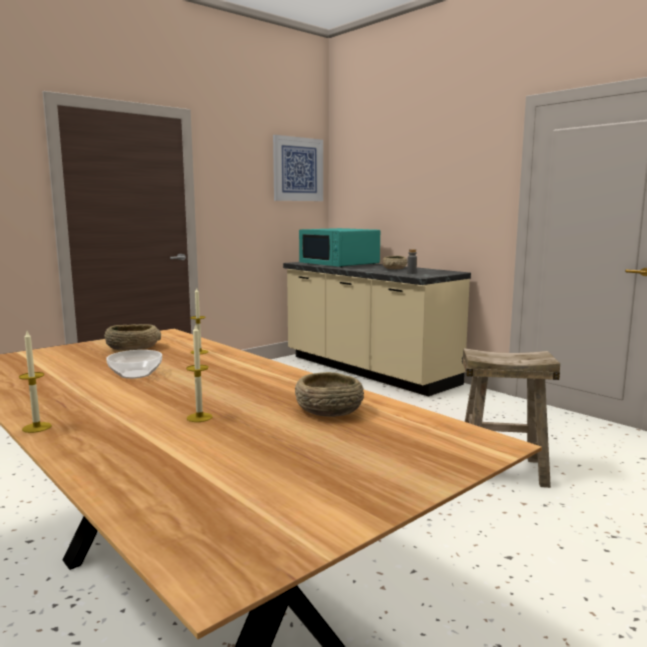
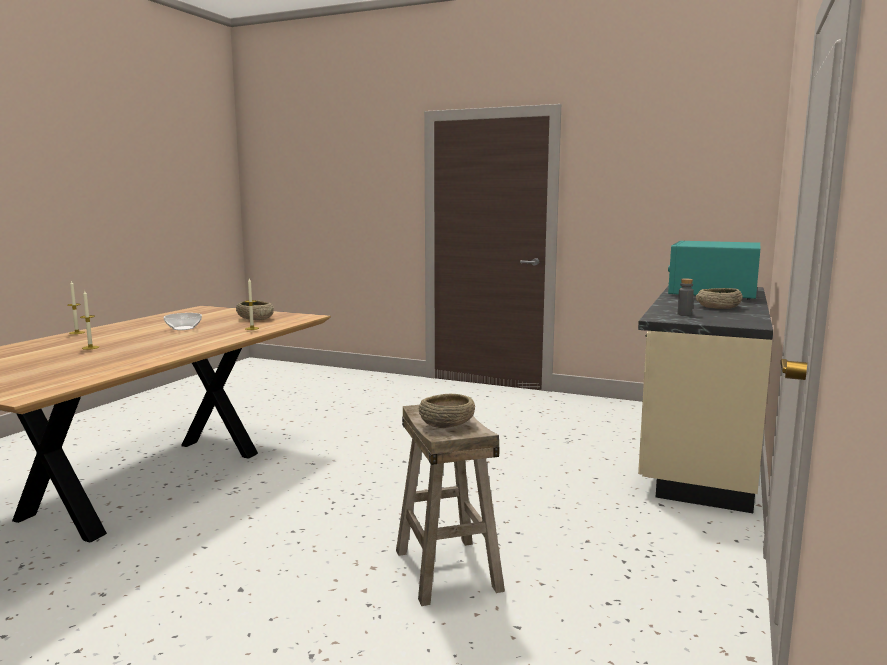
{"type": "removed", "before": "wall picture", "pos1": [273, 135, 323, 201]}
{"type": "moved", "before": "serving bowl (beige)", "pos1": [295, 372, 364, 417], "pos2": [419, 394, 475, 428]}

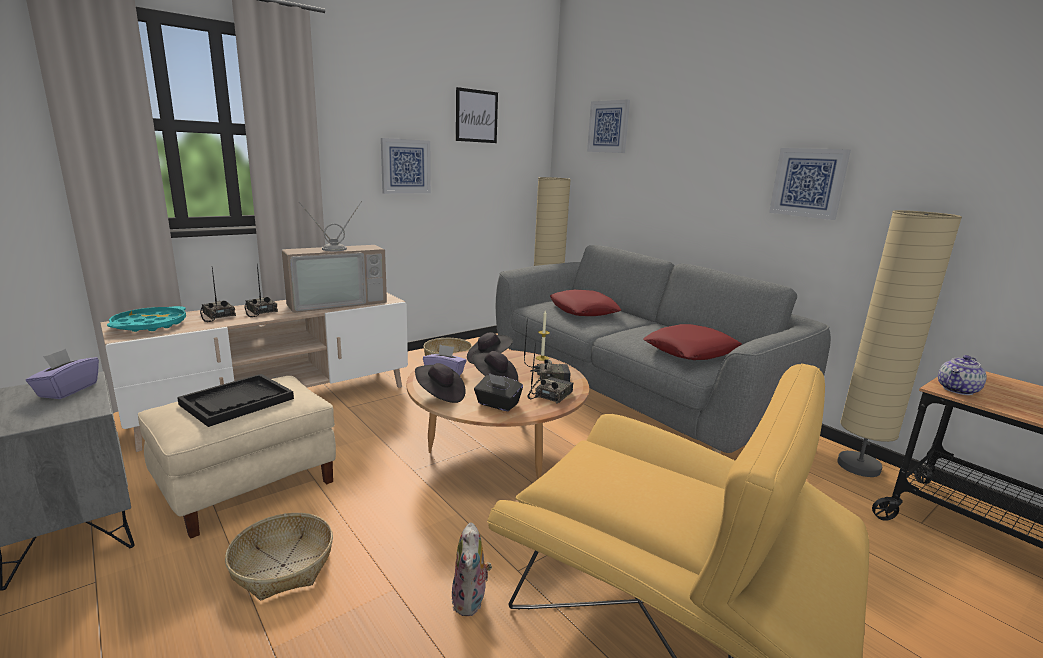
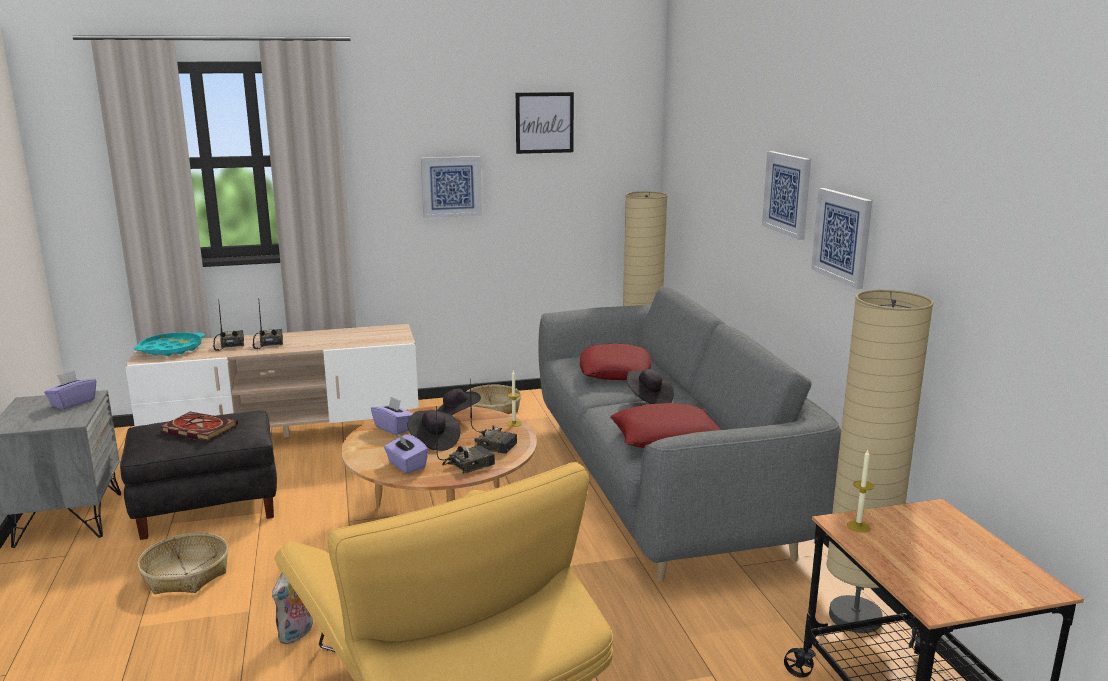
{"type": "moved", "before": "wall picture", "pos1": [587, 99, 630, 153], "pos2": [762, 151, 811, 240]}
{"type": "removed", "before": "TV", "pos1": [282, 201, 387, 313]}
{"type": "replaced", "before": "tea pot", "after": "candle", "pos1": [938, 355, 987, 395], "pos2": [847, 450, 874, 533]}
{"type": "moved", "before": "hat (black-coloured)", "pos1": [415, 363, 466, 403], "pos2": [627, 369, 674, 404]}
{"type": "recoloured", "before": "tissue holder (black-coloured)", "after": "tissue holder (purple)", "pos1": [474, 373, 523, 411], "pos2": [384, 433, 428, 474]}
{"type": "replaced", "before": "serving tray (black-coloured)", "after": "volume", "pos1": [177, 374, 294, 427], "pos2": [159, 412, 238, 441]}
{"type": "recoloured", "before": "footrest (beige)", "after": "footrest (black-coloured)", "pos1": [138, 376, 336, 539], "pos2": [120, 411, 277, 540]}

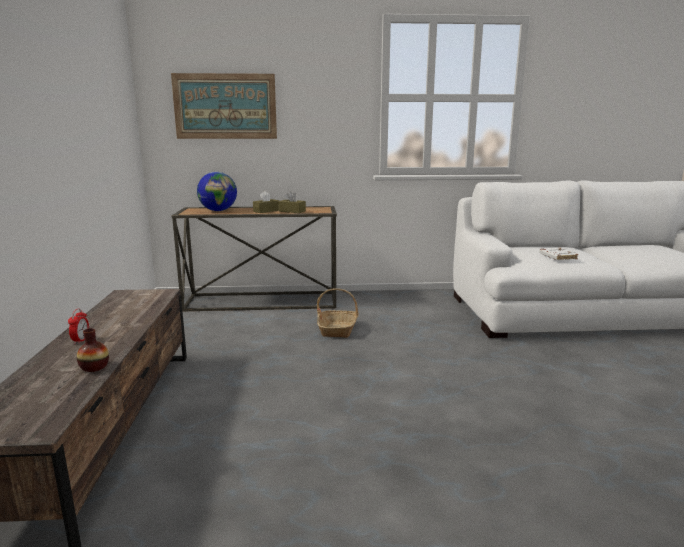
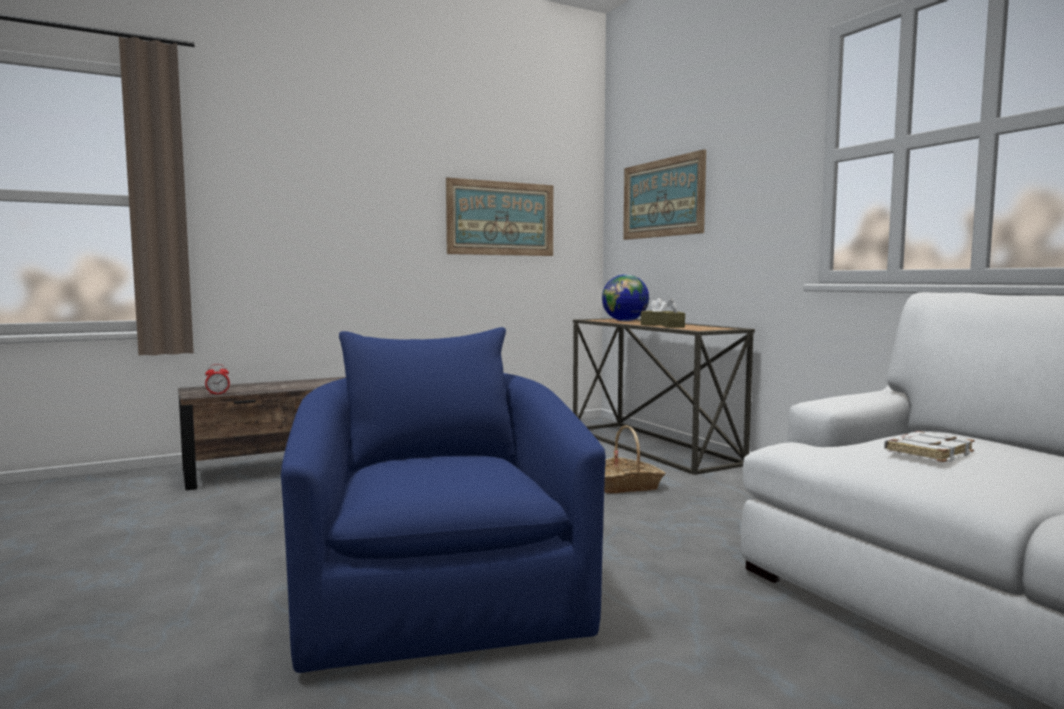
{"type": "moved", "before": "alarm clock", "pos1": [68, 308, 89, 344], "pos2": [205, 364, 230, 395]}
{"type": "removed", "before": "decorative vase", "pos1": [77, 328, 109, 372]}
{"type": "added", "after": "wall picture", "pos2": [446, 178, 553, 256]}
{"type": "added", "after": "lounge chair (bluish)", "pos2": [281, 327, 606, 673]}

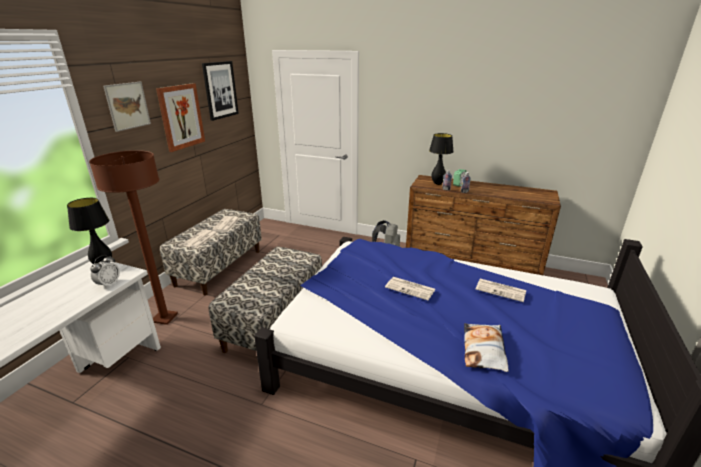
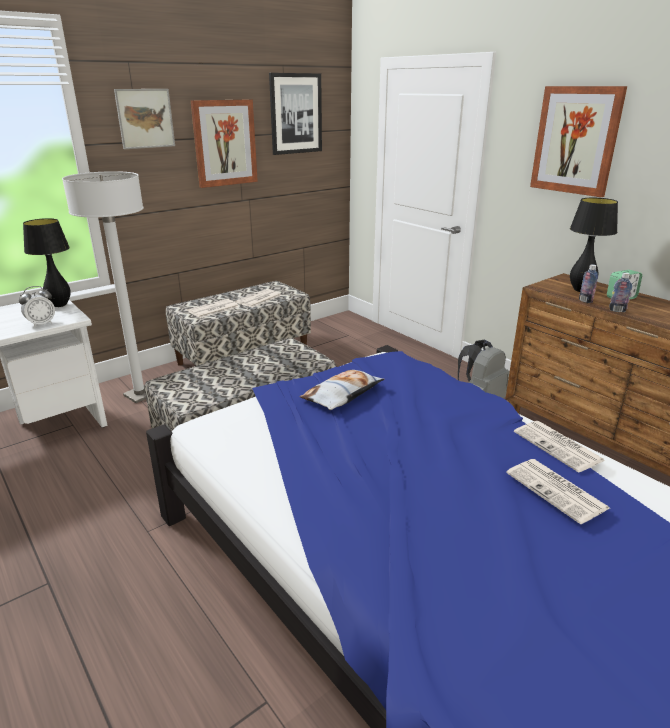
{"type": "recoloured", "before": "floor lamp (brown)", "after": "floor lamp (white-coloured)", "pos1": [89, 150, 178, 325], "pos2": [62, 171, 146, 403]}
{"type": "moved", "before": "newspaper", "pos1": [385, 277, 435, 300], "pos2": [514, 421, 605, 473]}
{"type": "moved", "before": "throw pillow", "pos1": [464, 323, 509, 372], "pos2": [299, 370, 384, 410]}
{"type": "added", "after": "wall picture", "pos2": [530, 86, 627, 197]}

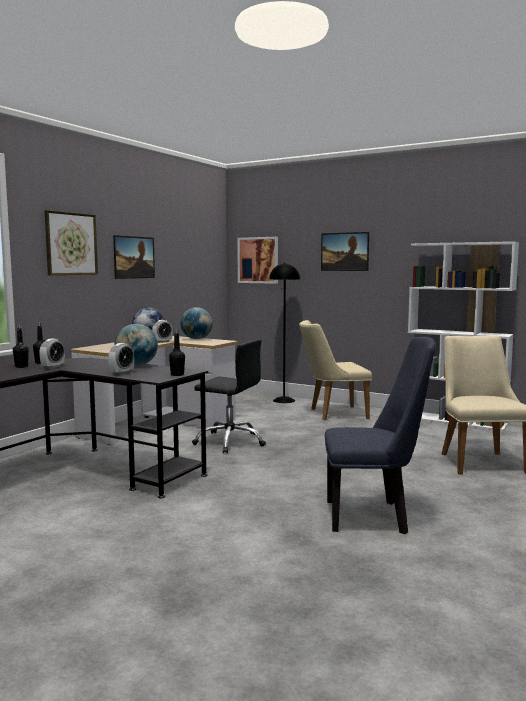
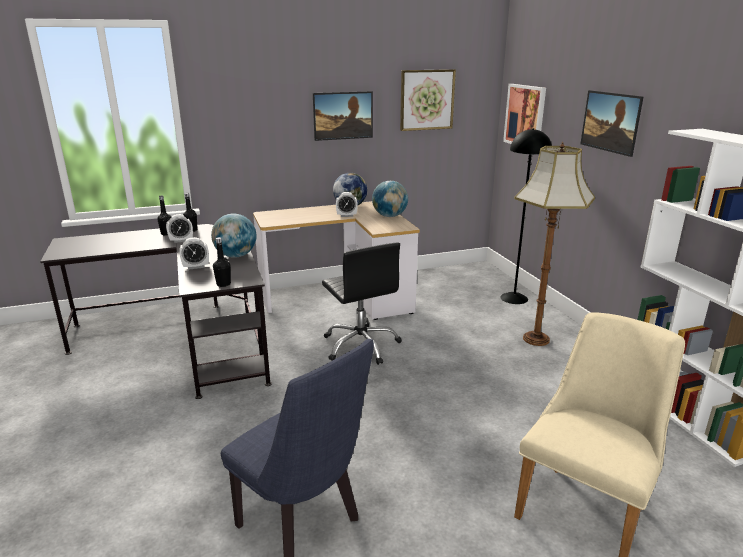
{"type": "moved", "before": "wall picture", "pos1": [45, 210, 98, 275], "pos2": [400, 69, 456, 131]}
{"type": "replaced", "before": "upright chair (beige)", "after": "floor lamp", "pos1": [299, 320, 372, 420], "pos2": [514, 142, 595, 346]}

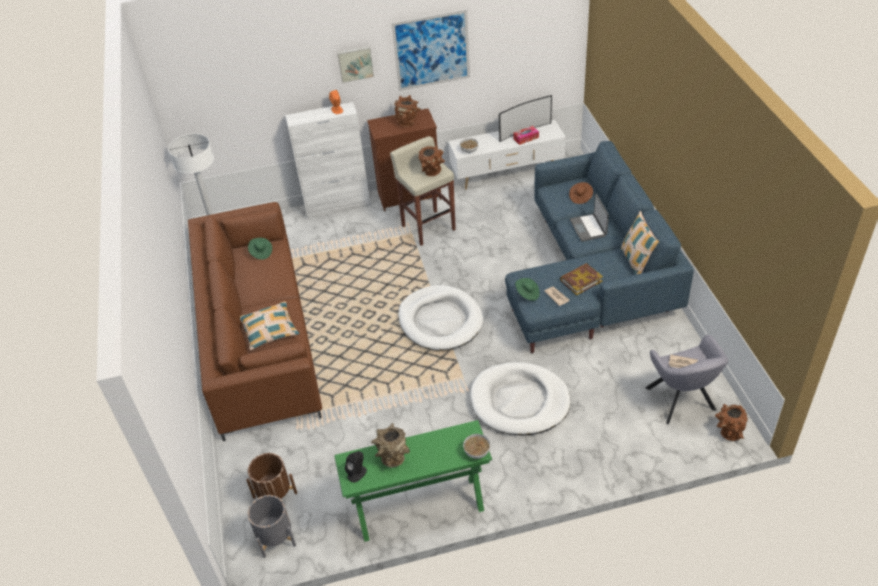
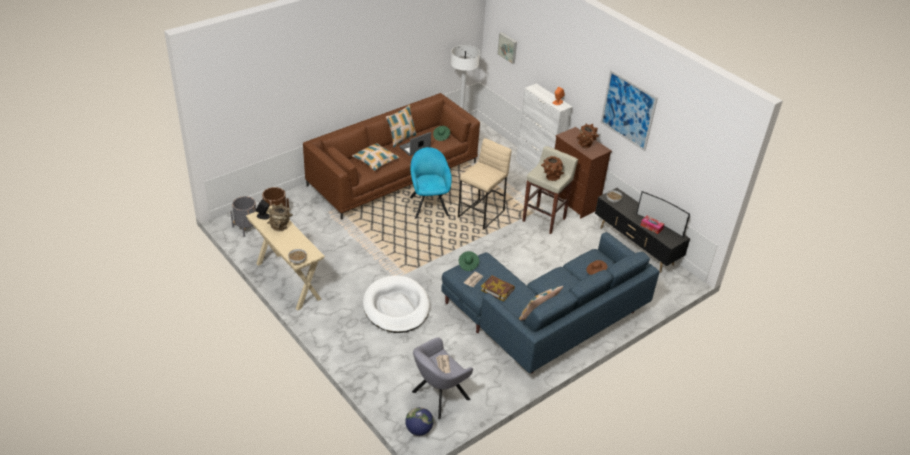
{"type": "moved", "before": "wall picture", "pos1": [337, 46, 374, 83], "pos2": [497, 32, 517, 64]}
{"type": "recoloured", "before": "tv unit (white-coloured)", "after": "tv unit (black-coloured)", "pos1": [448, 120, 566, 190], "pos2": [595, 188, 690, 273]}
{"type": "moved", "before": "notebook computer", "pos1": [570, 194, 609, 242], "pos2": [399, 132, 431, 156]}
{"type": "removed", "before": "pet bed (white-coloured)", "pos1": [398, 285, 484, 350]}
{"type": "replaced", "before": "decorative vase (brown)", "after": "desk globe", "pos1": [715, 404, 748, 441], "pos2": [405, 407, 433, 436]}
{"type": "recoloured", "before": "console table (greenish)", "after": "console table (beige)", "pos1": [334, 420, 492, 542], "pos2": [246, 204, 325, 311]}
{"type": "added", "after": "throw pillow", "pos2": [386, 105, 417, 148]}
{"type": "added", "after": "stool (beige)", "pos2": [458, 138, 512, 230]}
{"type": "added", "after": "lounge chair (blue-green)", "pos2": [410, 147, 452, 219]}

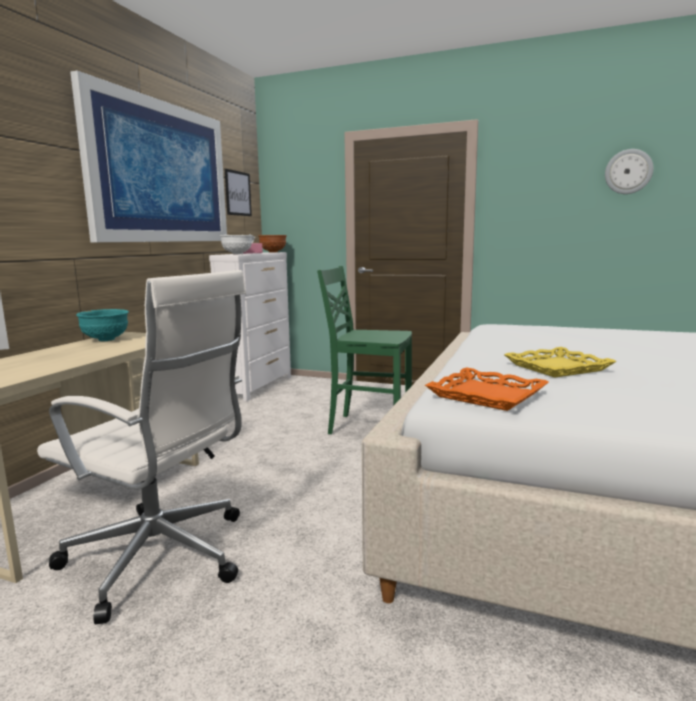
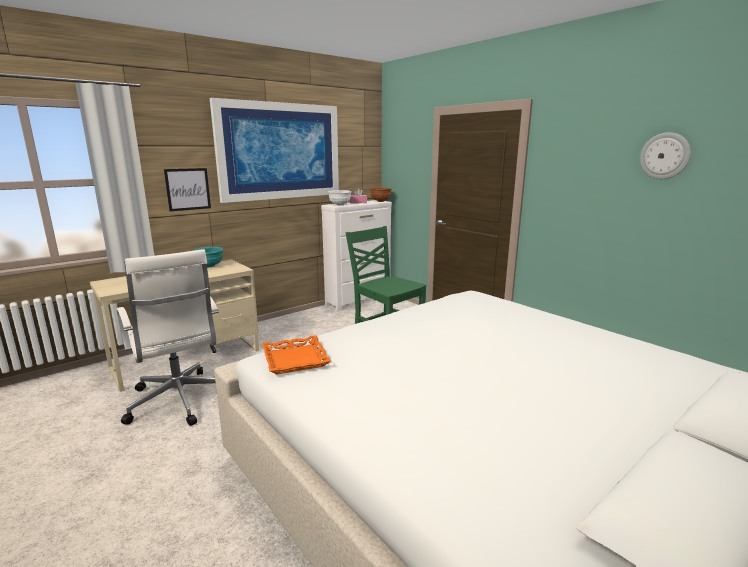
{"type": "moved", "before": "wall picture", "pos1": [225, 169, 252, 216], "pos2": [164, 168, 211, 212]}
{"type": "removed", "before": "serving tray (yellow)", "pos1": [504, 347, 617, 377]}

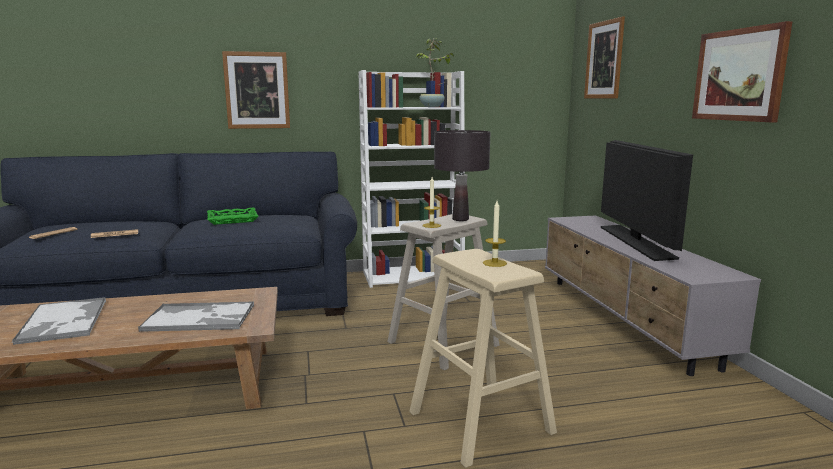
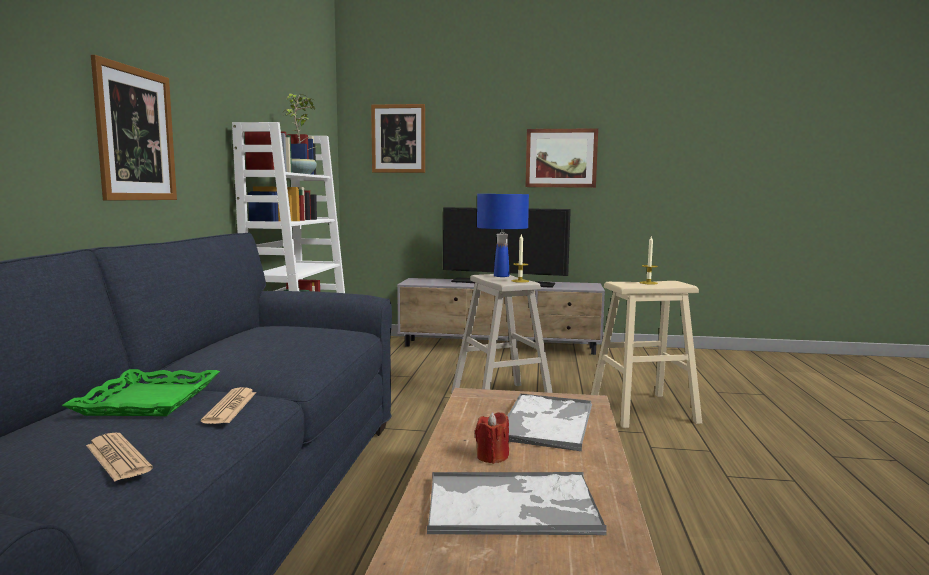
{"type": "recoloured", "before": "tabletop lamp (black-coloured)", "after": "tabletop lamp (bluish)", "pos1": [434, 130, 490, 221], "pos2": [477, 194, 529, 277]}
{"type": "moved", "before": "serving tray (greenish)", "pos1": [207, 207, 258, 225], "pos2": [62, 369, 220, 416]}
{"type": "added", "after": "candle (reddish)", "pos2": [475, 412, 509, 464]}

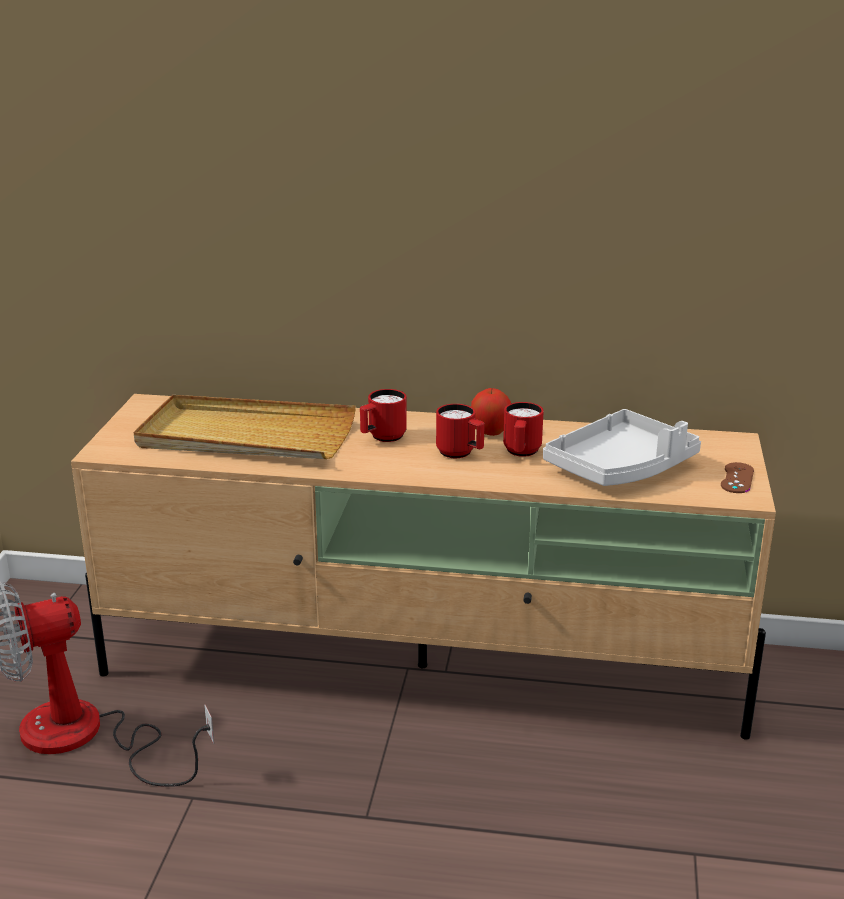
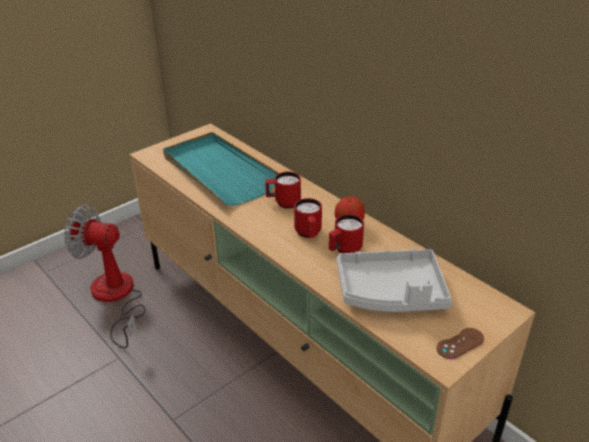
{"type": "recoloured", "before": "serving tray (beige)", "after": "serving tray (blue-green)", "pos1": [134, 395, 356, 459], "pos2": [163, 132, 279, 206]}

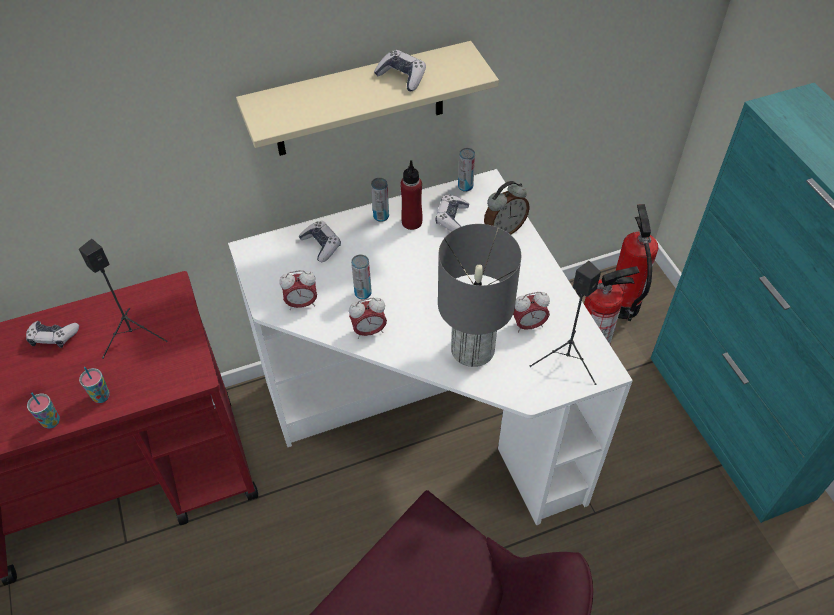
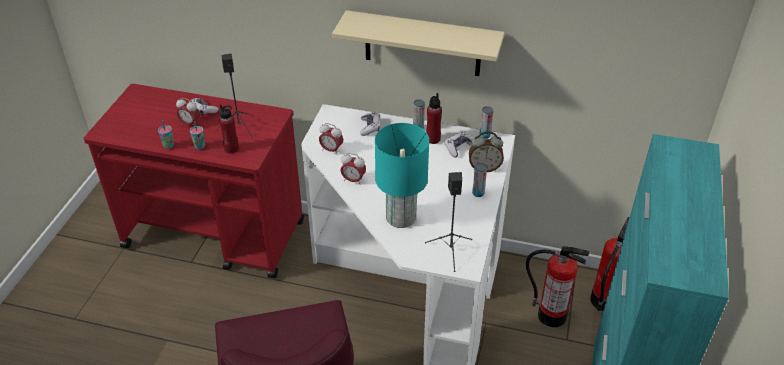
{"type": "removed", "before": "game controller", "pos1": [374, 50, 426, 91]}
{"type": "recoloured", "before": "tabletop lamp (greyish)", "after": "tabletop lamp (blue-green)", "pos1": [438, 224, 521, 367], "pos2": [375, 123, 429, 228]}
{"type": "moved", "before": "metal can", "pos1": [351, 255, 372, 300], "pos2": [472, 163, 487, 197]}
{"type": "moved", "before": "alarm clock", "pos1": [513, 292, 550, 333], "pos2": [176, 98, 200, 125]}
{"type": "added", "after": "beverage bottle (reddish)", "pos2": [219, 105, 239, 153]}

